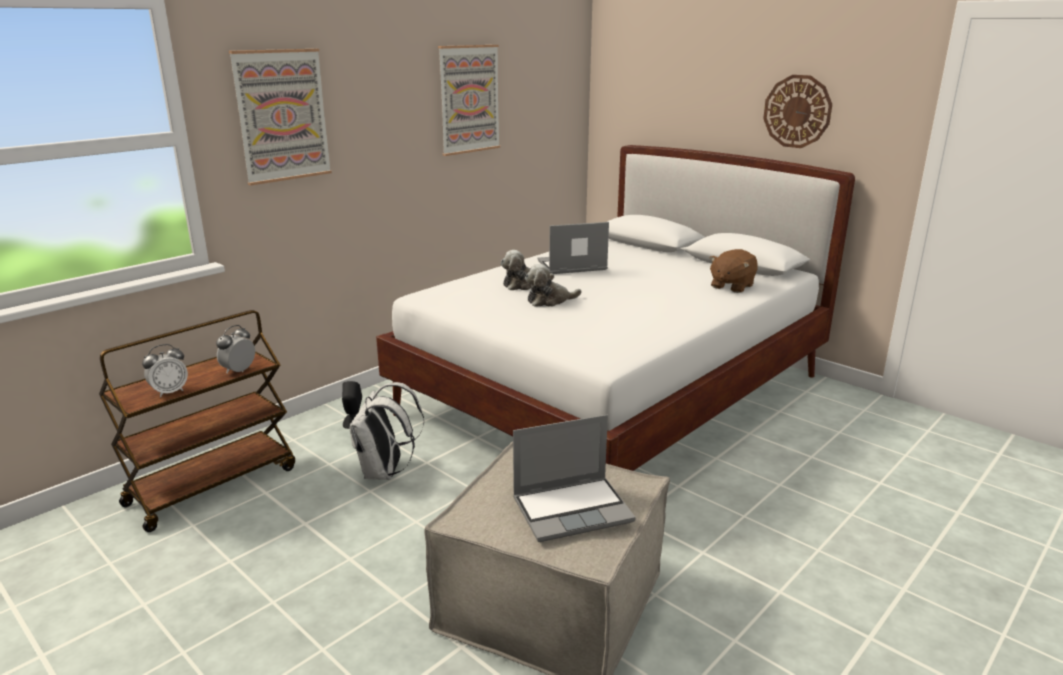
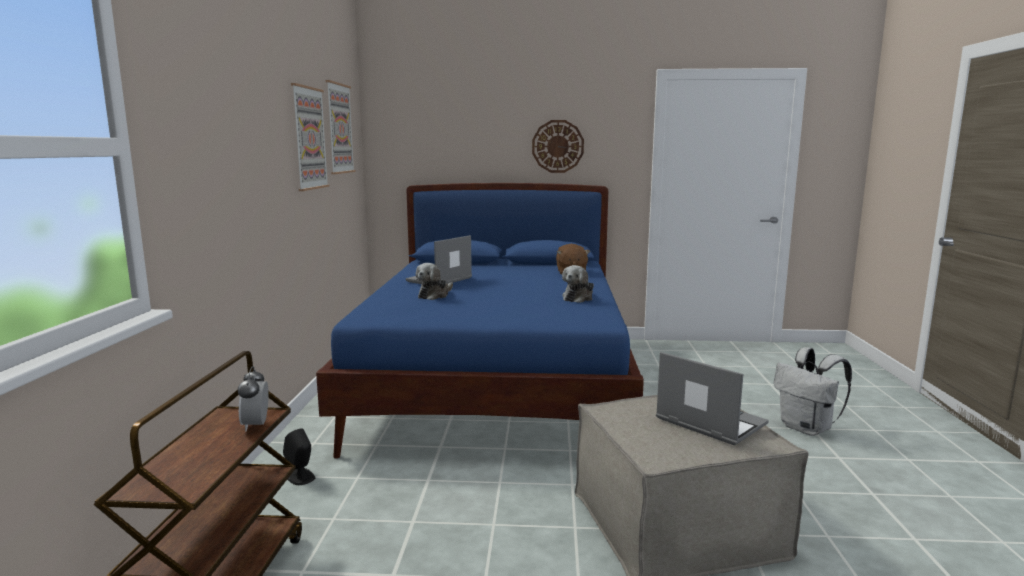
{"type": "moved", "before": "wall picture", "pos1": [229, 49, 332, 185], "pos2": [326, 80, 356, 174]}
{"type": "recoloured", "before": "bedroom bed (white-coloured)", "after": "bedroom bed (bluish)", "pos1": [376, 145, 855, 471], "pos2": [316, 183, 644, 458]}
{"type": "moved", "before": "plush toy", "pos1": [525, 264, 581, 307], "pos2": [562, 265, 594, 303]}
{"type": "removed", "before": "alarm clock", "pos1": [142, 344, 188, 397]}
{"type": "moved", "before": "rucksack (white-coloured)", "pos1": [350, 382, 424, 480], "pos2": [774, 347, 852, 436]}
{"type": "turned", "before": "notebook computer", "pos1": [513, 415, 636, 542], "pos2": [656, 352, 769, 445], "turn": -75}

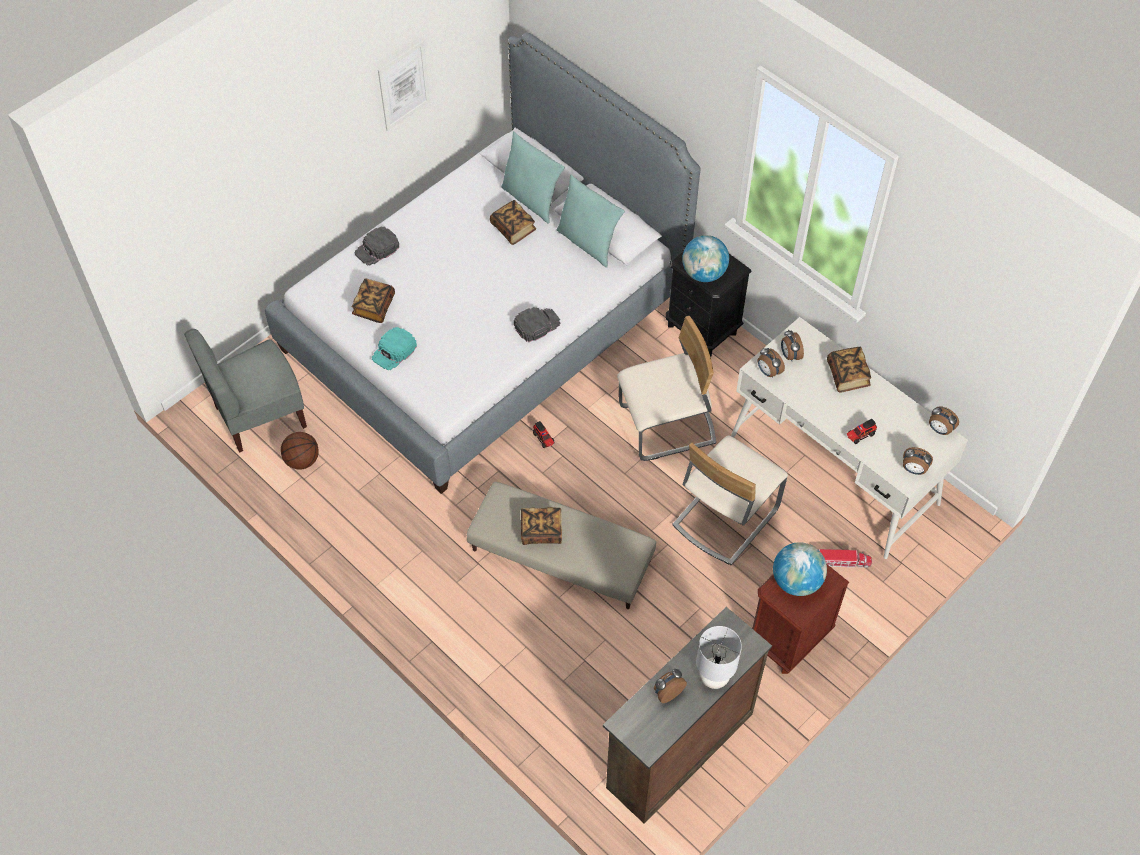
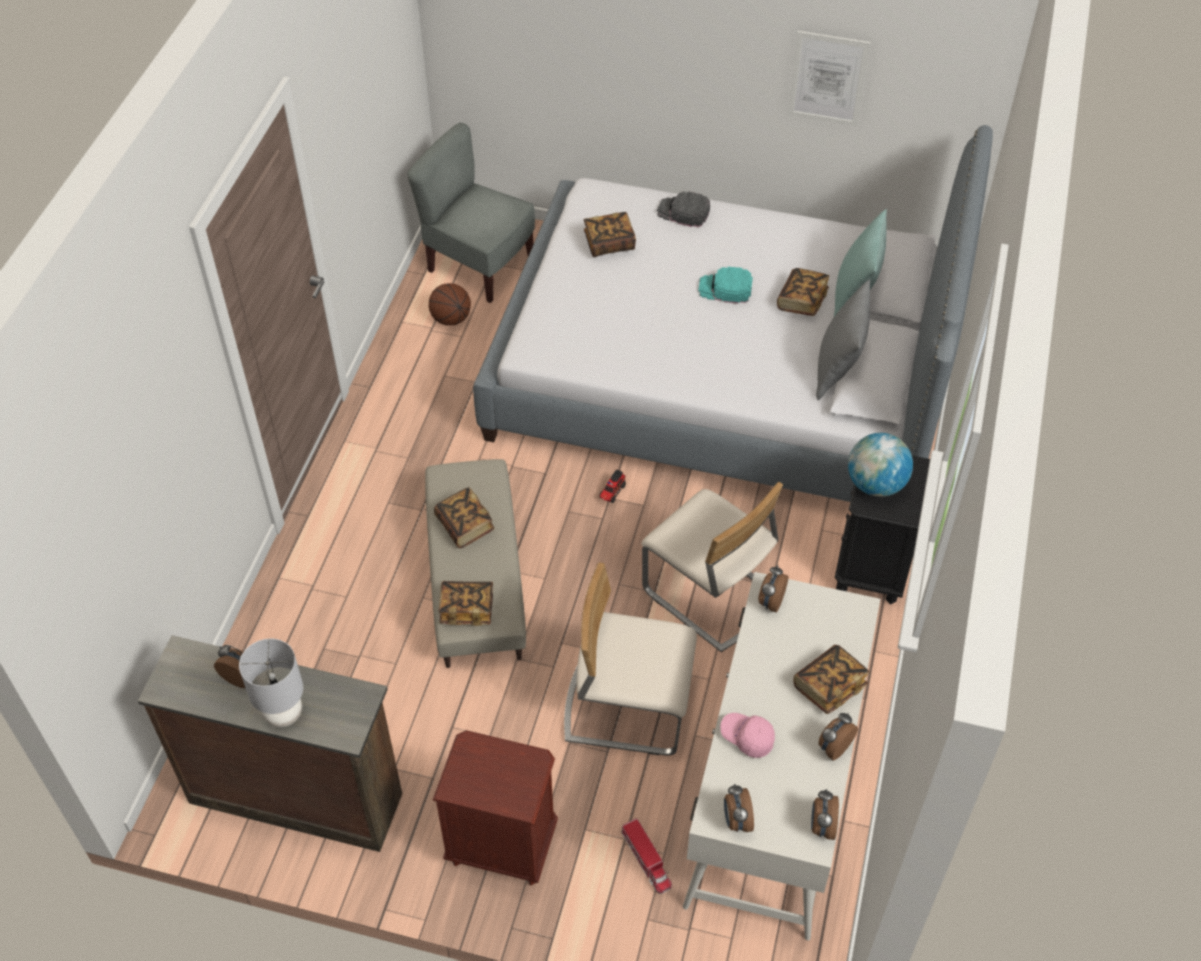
{"type": "recoloured", "before": "throw pillow (blue-green)", "after": "throw pillow (greyish)", "pos1": [557, 174, 625, 267], "pos2": [816, 280, 870, 400]}
{"type": "removed", "before": "baseball cap (black-coloured)", "pos1": [514, 307, 561, 342]}
{"type": "moved", "before": "baseball cap (blue-green)", "pos1": [372, 327, 417, 371], "pos2": [698, 267, 753, 304]}
{"type": "moved", "before": "alarm clock", "pos1": [781, 329, 804, 362], "pos2": [819, 713, 858, 760]}
{"type": "replaced", "before": "toy truck", "after": "baseball cap (pink)", "pos1": [847, 419, 877, 444], "pos2": [720, 713, 775, 758]}
{"type": "removed", "before": "desk globe", "pos1": [773, 542, 827, 596]}
{"type": "added", "after": "volume", "pos2": [439, 581, 493, 626]}

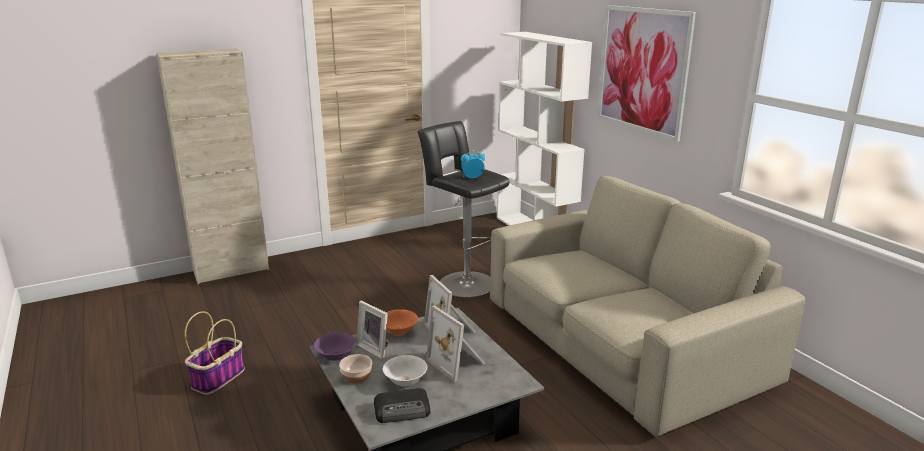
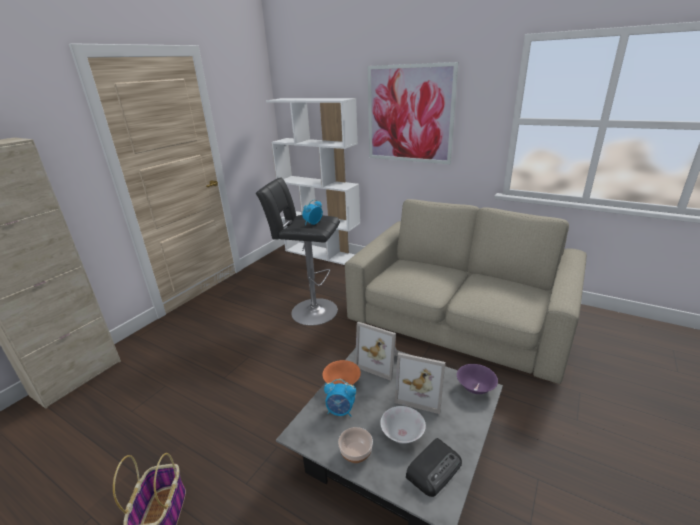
{"type": "replaced", "before": "standing frame", "after": "alarm clock", "pos1": [357, 300, 388, 359], "pos2": [324, 379, 356, 417]}
{"type": "moved", "before": "serving bowl (purple)", "pos1": [314, 332, 356, 361], "pos2": [457, 364, 498, 394]}

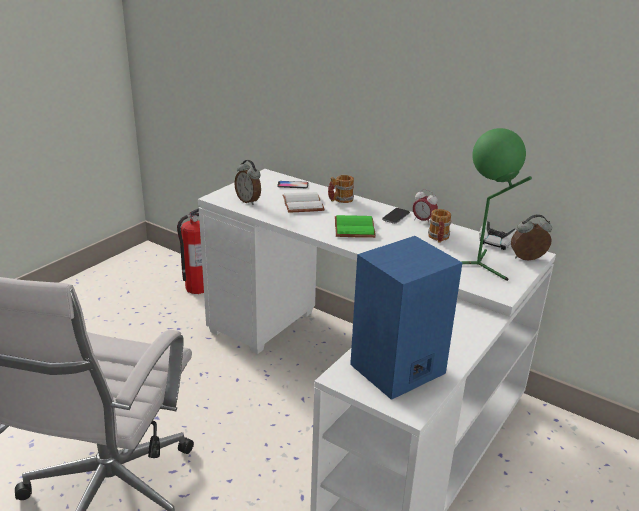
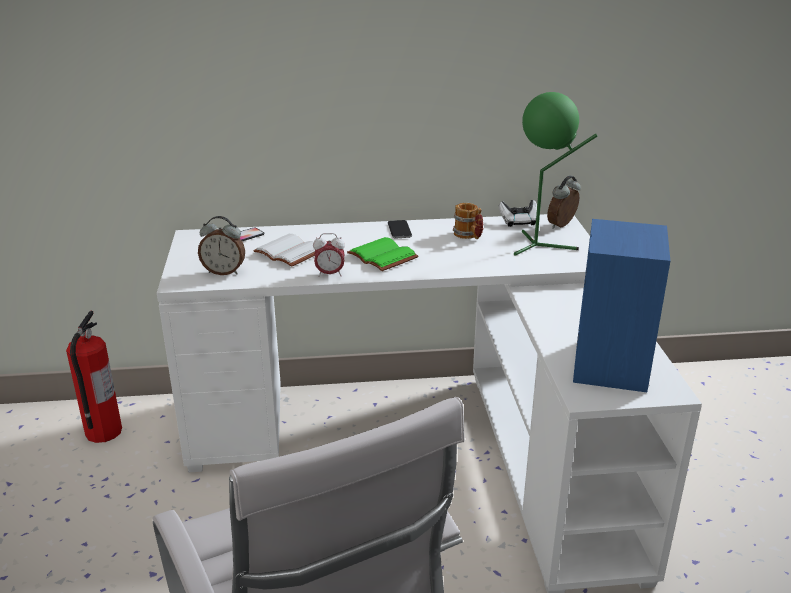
{"type": "removed", "before": "tea mug", "pos1": [328, 175, 354, 203]}
{"type": "moved", "before": "alarm clock", "pos1": [413, 189, 438, 225], "pos2": [313, 233, 345, 277]}

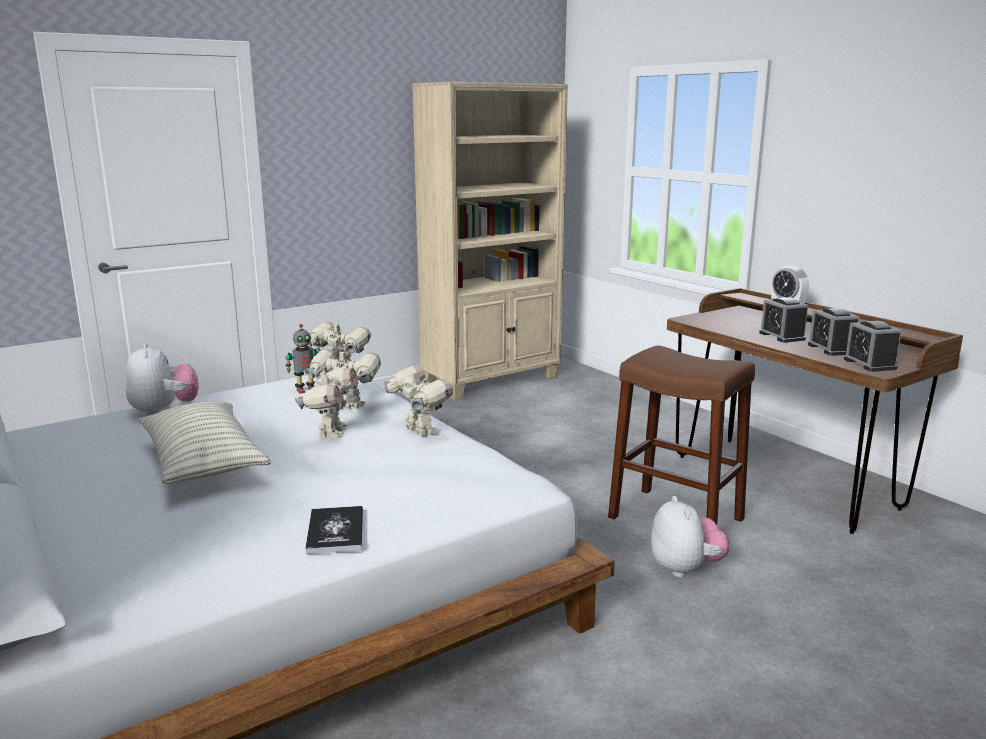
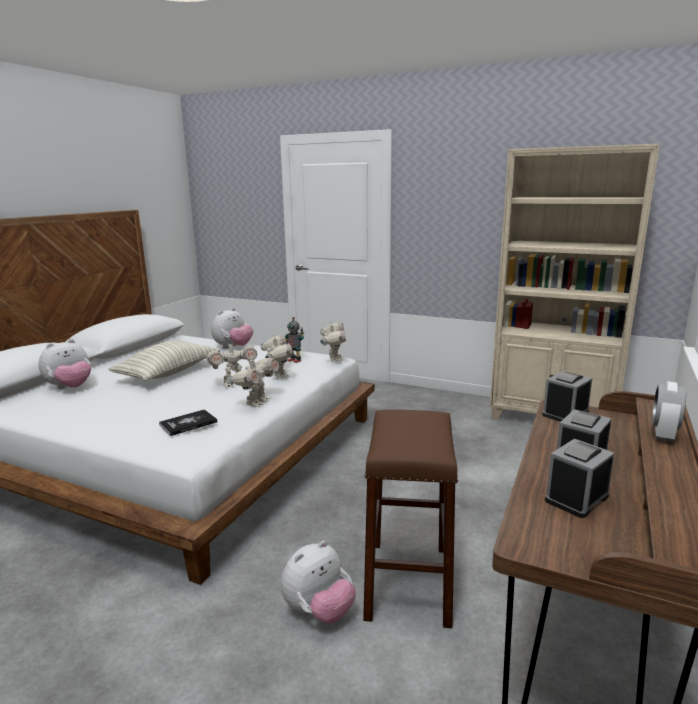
{"type": "moved", "before": "alarm clock", "pos1": [844, 321, 902, 372], "pos2": [542, 371, 592, 422]}
{"type": "moved", "before": "volume", "pos1": [305, 506, 363, 554], "pos2": [159, 409, 217, 436]}
{"type": "added", "after": "plush toy", "pos2": [38, 339, 91, 389]}

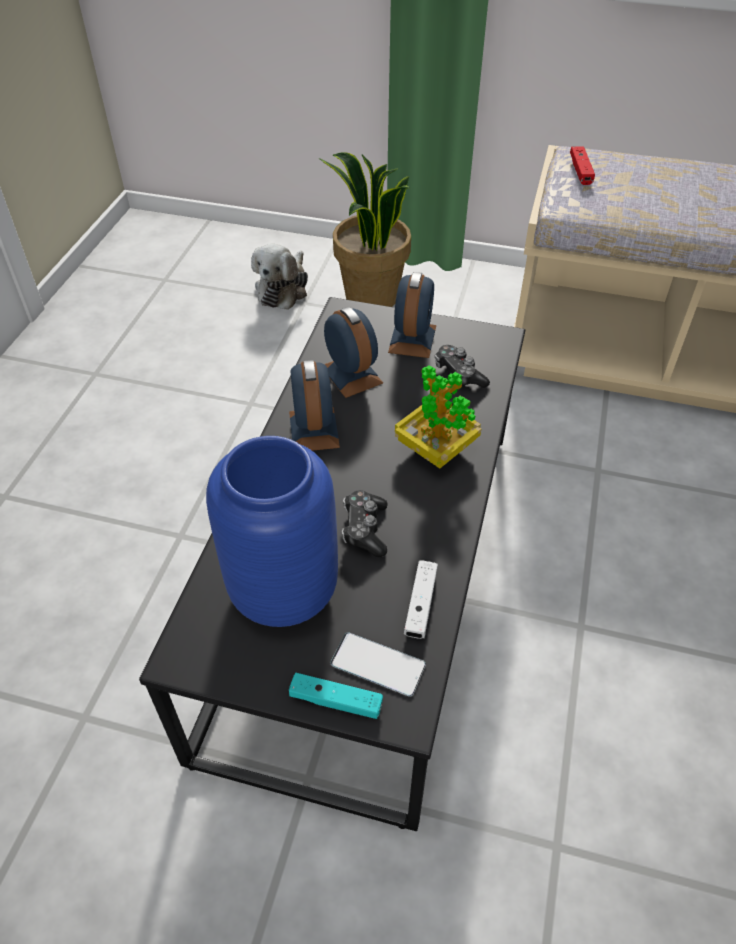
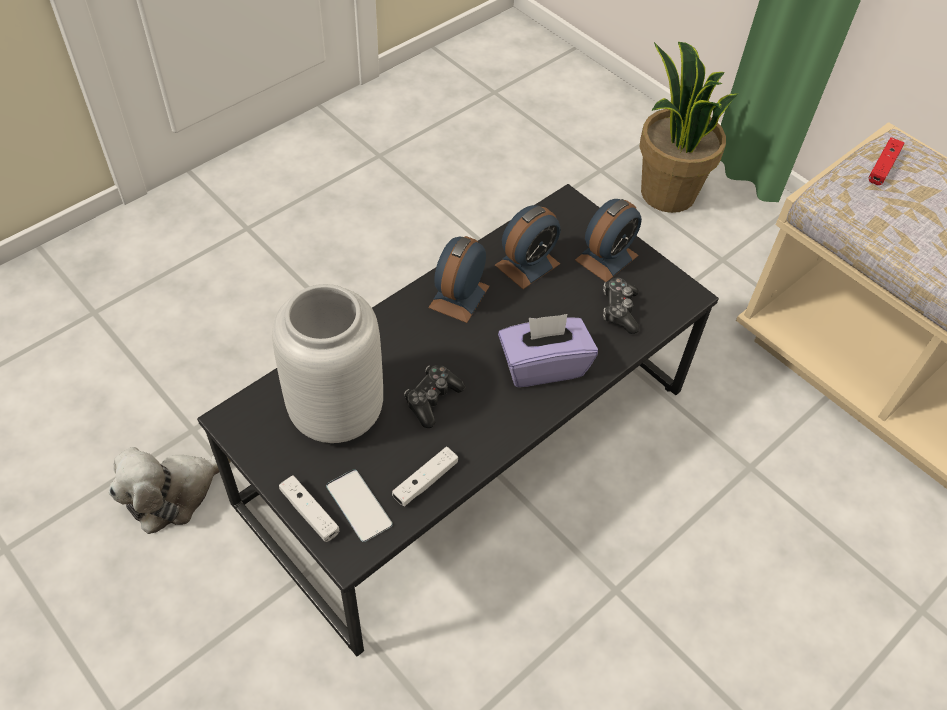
{"type": "moved", "before": "plush toy", "pos1": [251, 244, 308, 310], "pos2": [109, 447, 231, 534]}
{"type": "turned", "before": "alarm clock", "pos1": [324, 307, 383, 398], "pos2": [495, 205, 560, 289], "turn": 45}
{"type": "replaced", "before": "potted plant", "after": "tissue holder (purple)", "pos1": [395, 365, 481, 468], "pos2": [498, 314, 598, 387]}
{"type": "recoloured", "before": "decorative vase (bluish)", "after": "decorative vase (greyish)", "pos1": [206, 436, 338, 627], "pos2": [272, 284, 383, 443]}
{"type": "recoloured", "before": "game controller (blue-green)", "after": "game controller (white-coloured)", "pos1": [289, 673, 383, 719], "pos2": [279, 475, 339, 542]}

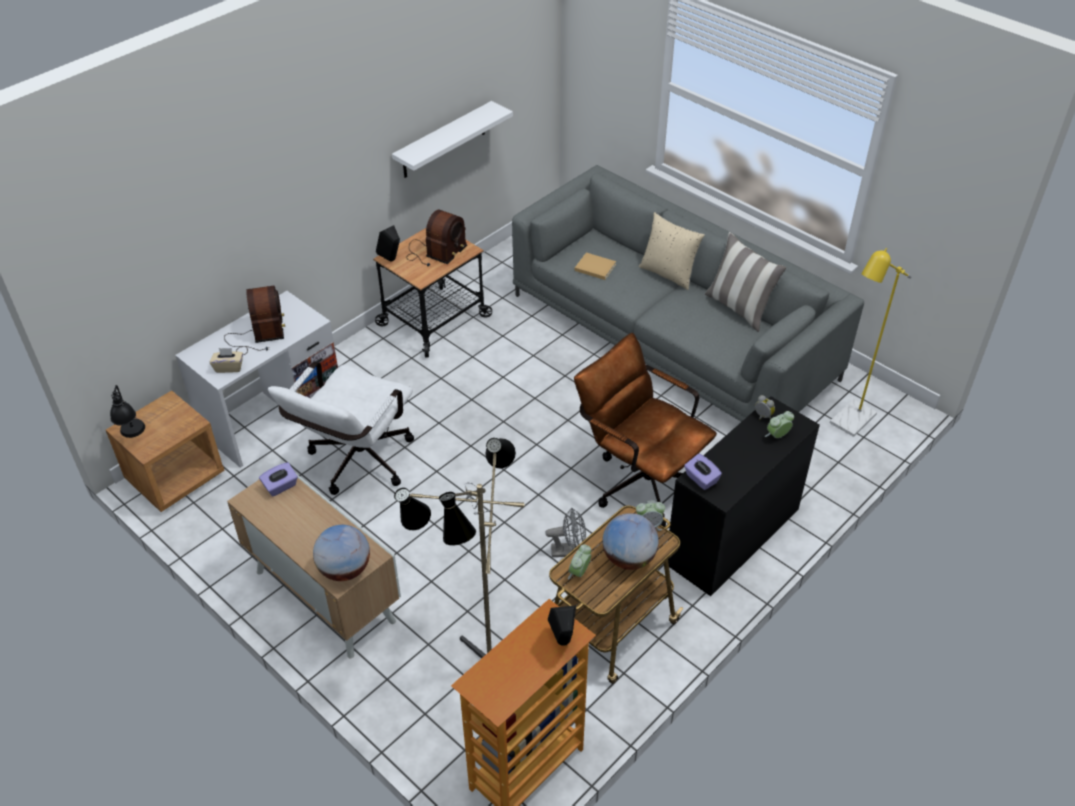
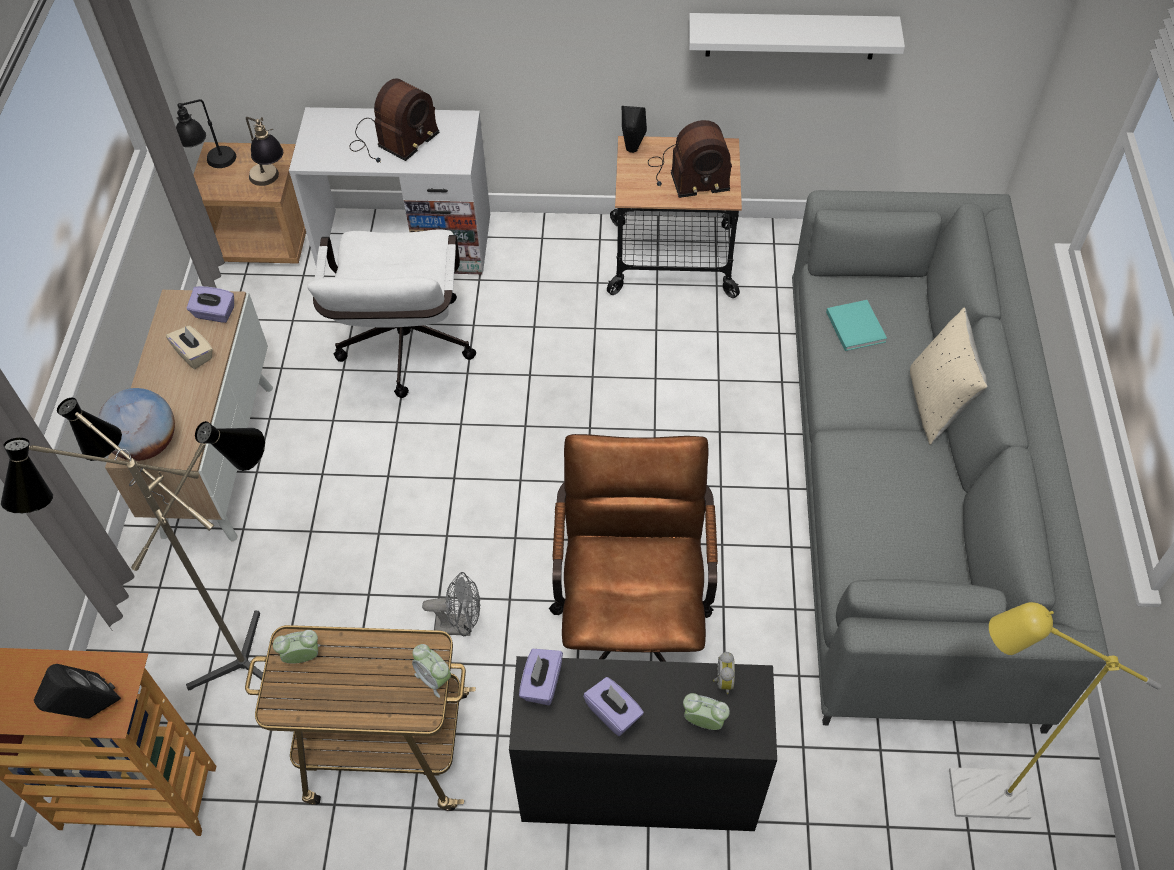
{"type": "removed", "before": "throw pillow", "pos1": [705, 232, 786, 332]}
{"type": "recoloured", "before": "volume (beige)", "after": "volume (blue-green)", "pos1": [575, 253, 616, 280], "pos2": [826, 300, 887, 351]}
{"type": "moved", "before": "tissue holder (beige)", "pos1": [210, 348, 243, 373], "pos2": [166, 326, 213, 369]}
{"type": "turned", "before": "desk chair (white-coloured)", "pos1": [268, 361, 414, 495], "pos2": [307, 230, 476, 398], "turn": -75}
{"type": "turned", "before": "cooling fan (greyish)", "pos1": [545, 508, 586, 557], "pos2": [422, 572, 480, 636], "turn": -45}
{"type": "removed", "before": "desk globe", "pos1": [602, 513, 659, 570]}
{"type": "added", "after": "tabletop lamp", "pos2": [246, 117, 283, 186]}
{"type": "added", "after": "tissue holder (purple)", "pos2": [583, 677, 644, 736]}

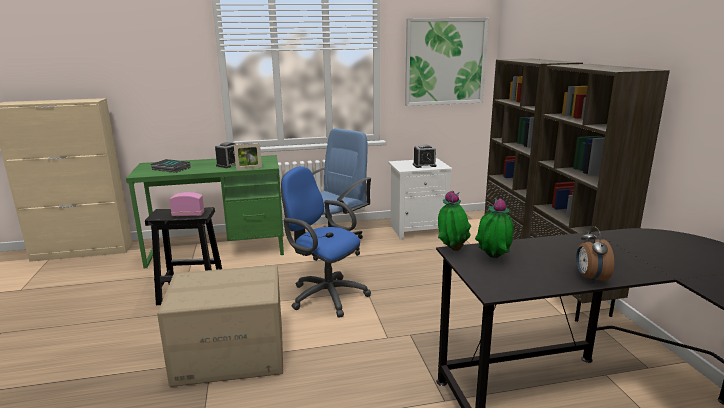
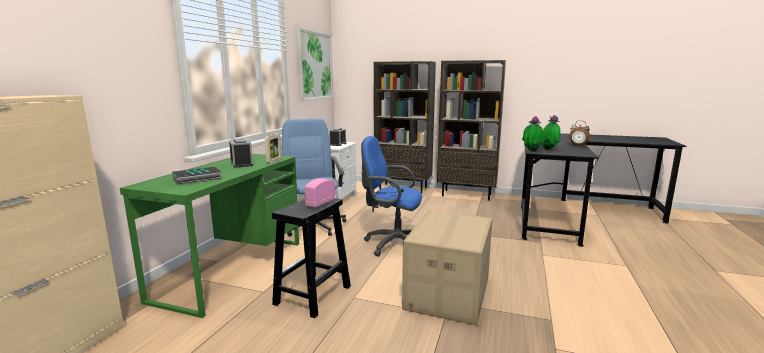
{"type": "turned", "before": "desk chair (bluish)", "pos1": [281, 166, 371, 318], "pos2": [361, 136, 422, 257], "turn": 45}

